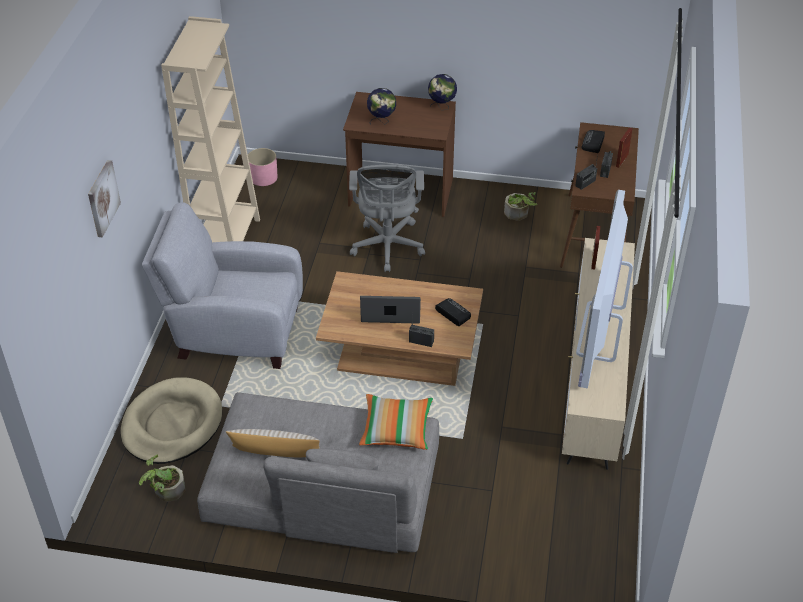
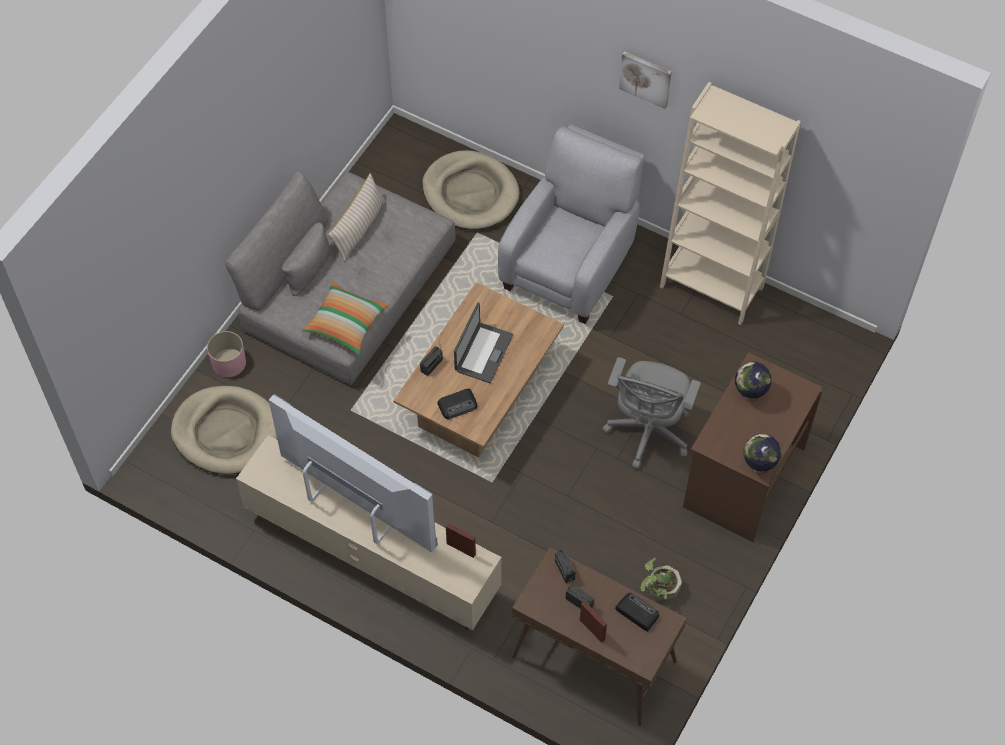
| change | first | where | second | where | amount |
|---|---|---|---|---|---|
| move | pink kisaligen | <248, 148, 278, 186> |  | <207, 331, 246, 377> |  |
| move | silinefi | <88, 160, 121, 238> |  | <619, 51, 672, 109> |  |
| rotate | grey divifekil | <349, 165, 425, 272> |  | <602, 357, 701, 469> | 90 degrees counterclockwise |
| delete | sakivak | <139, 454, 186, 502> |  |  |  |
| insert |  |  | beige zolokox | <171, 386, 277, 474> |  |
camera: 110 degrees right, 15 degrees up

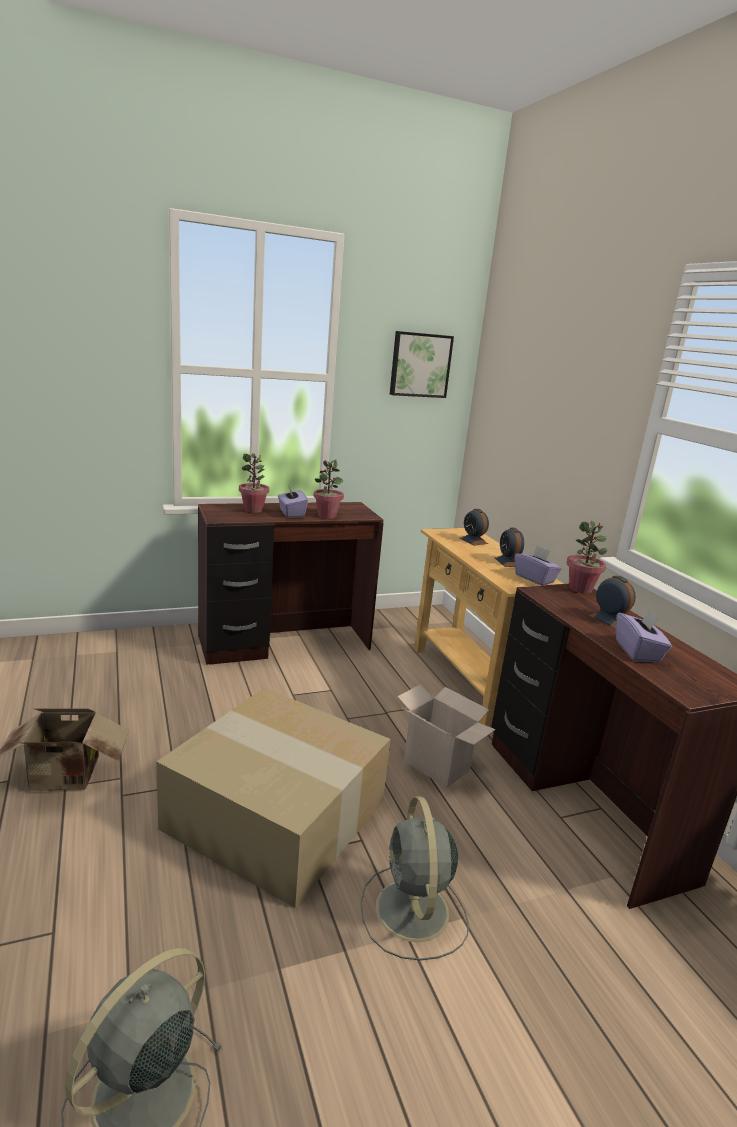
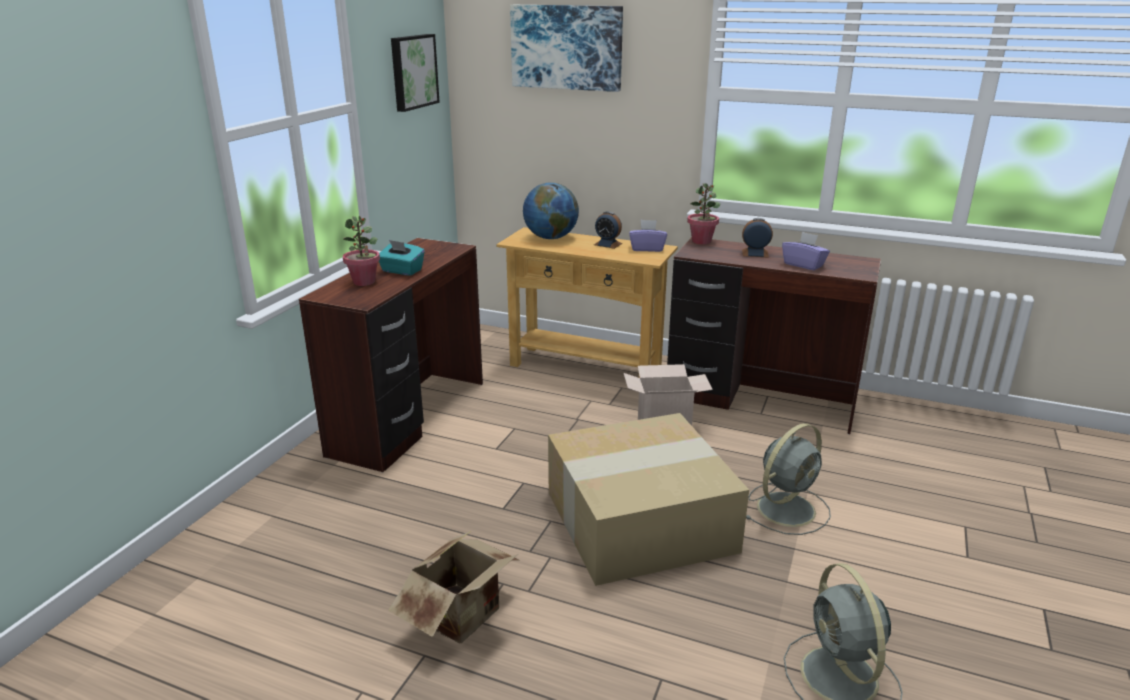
| change | first | where | second | where | amount |
|---|---|---|---|---|---|
| delete | sakivak | <314, 459, 344, 519> |  |  |  |
| recolor | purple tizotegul | <278, 485, 308, 518> | turquoise tizotegul | <379, 240, 425, 276> |  |
| replace | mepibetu | <459, 509, 489, 546> | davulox | <523, 182, 579, 239> |  |
| rotate | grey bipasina | <361, 797, 469, 961> |  | <746, 423, 831, 535> | 75 degrees counterclockwise |
| insert |  |  | silinefi | <510, 5, 623, 92> |  |
camera: 45 degrees left, 5 degrees up

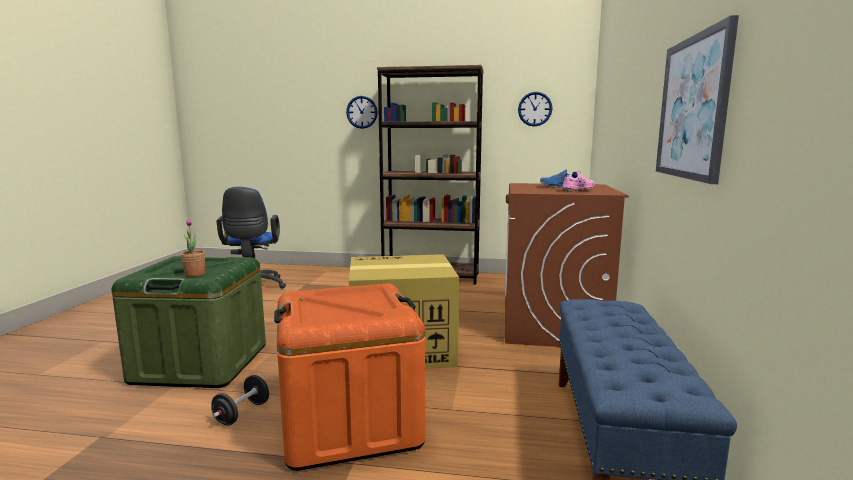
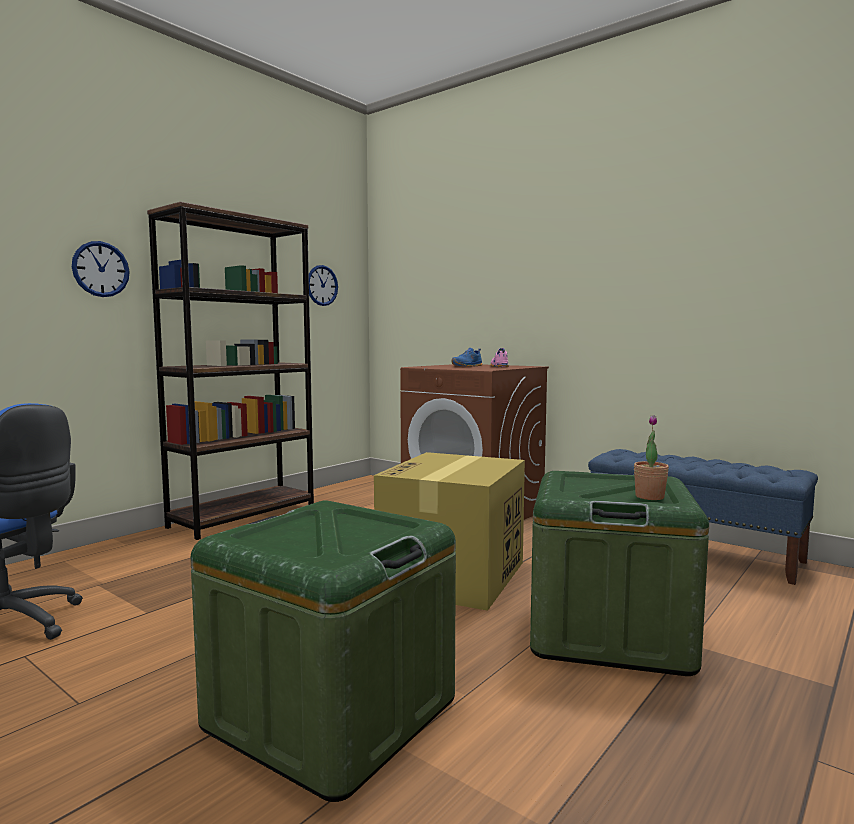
| change | first | where | second | where | amount |
|---|---|---|---|---|---|
| delete | silinefi | <656, 15, 739, 184> |  |  |  |
| move | sakivak | <180, 219, 205, 277> |  | <634, 415, 669, 500> |  |
| recolor | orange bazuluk | <274, 283, 425, 471> | green bazuluk | <530, 471, 709, 676> |  |
| delete | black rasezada | <211, 375, 269, 426> |  |  |  |
camera: 60 degrees left, 5 degrees down

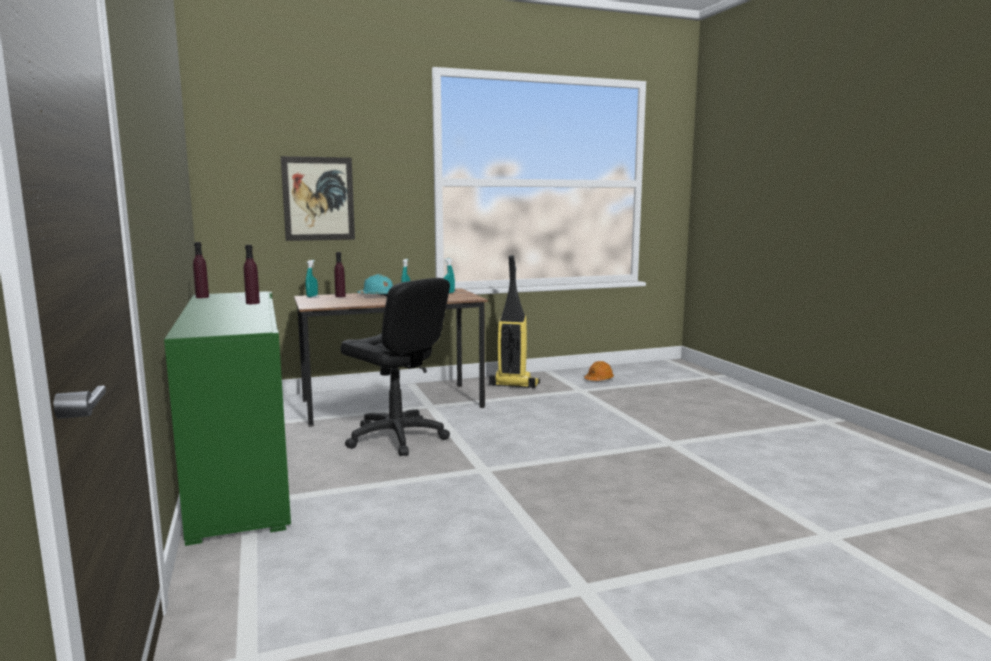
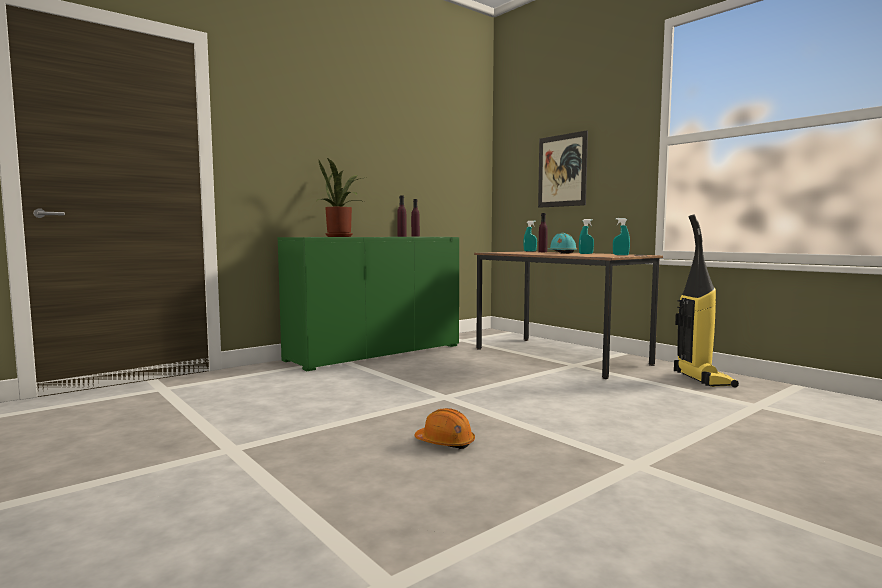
| change | first | where | second | where | amount |
|---|---|---|---|---|---|
| delete | black divifekil | <341, 278, 450, 456> |  |  |  |
| move | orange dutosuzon | <584, 361, 614, 381> |  | <414, 408, 475, 449> |  |
| insert |  |  | sakivak | <317, 159, 364, 237> |  |
camera: 70 degrees right, 5 degrees down

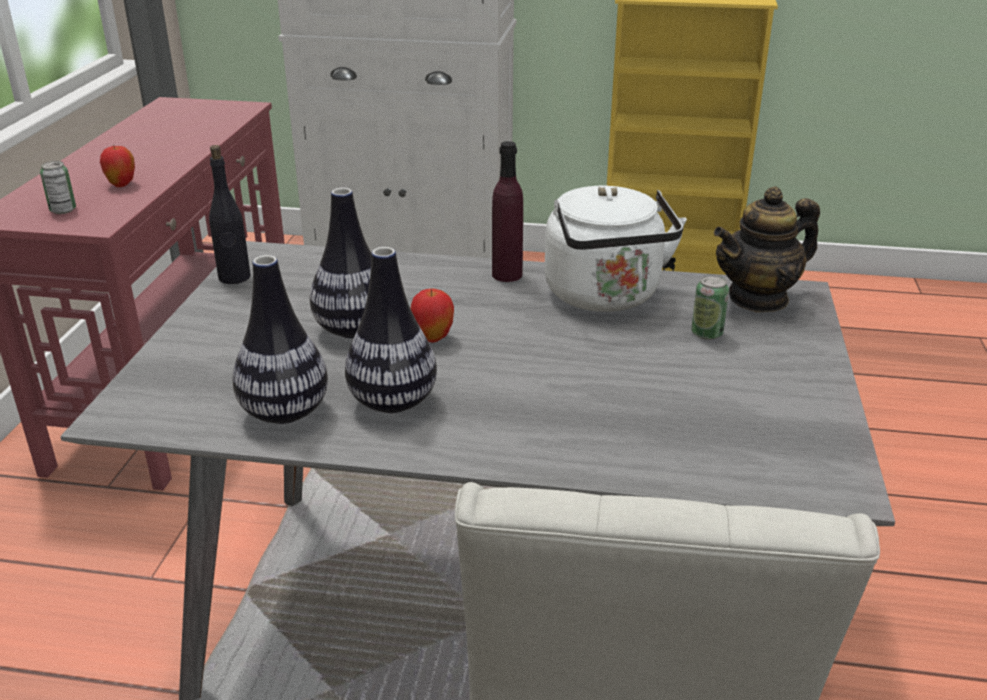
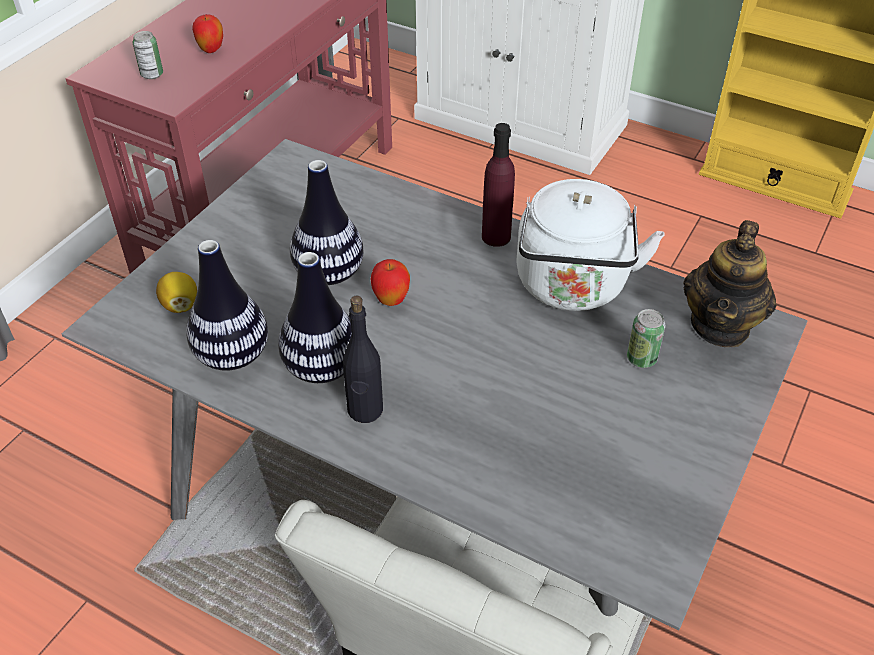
| change | first | where | second | where | amount |
|---|---|---|---|---|---|
| move | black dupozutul | <209, 145, 251, 284> |  | <343, 296, 383, 423> |  |
| rotate | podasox | <714, 186, 820, 312> |  | <683, 220, 777, 347> | 60 degrees counterclockwise |
| insert |  |  | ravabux | <156, 272, 197, 313> |  |
camera: 20 degrees right, 15 degrees up

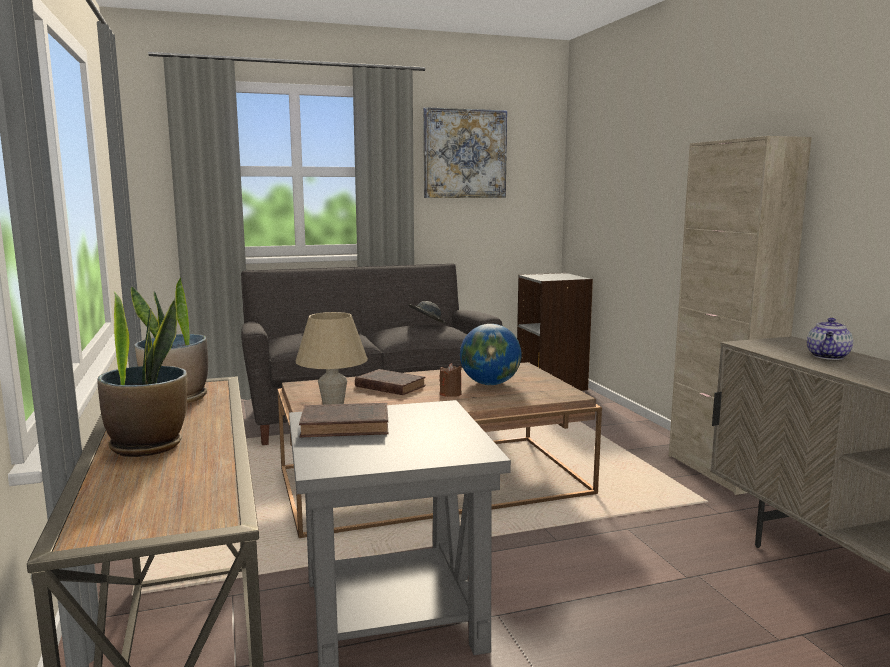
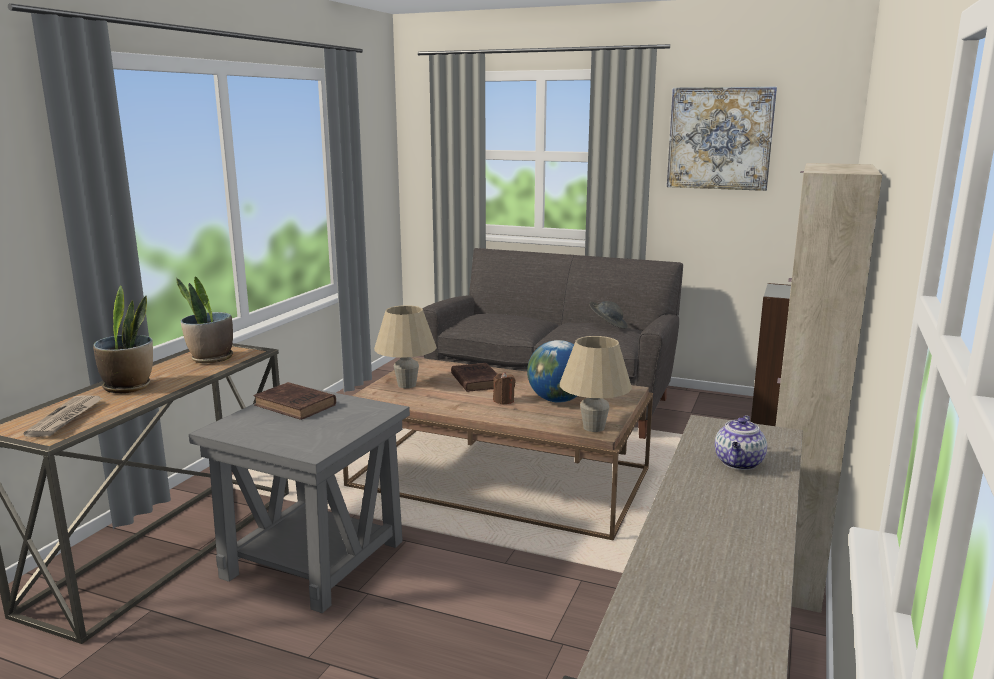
| change | first | where | second | where | amount |
|---|---|---|---|---|---|
| rotate | podasox | <807, 318, 853, 360> |  | <715, 415, 767, 470> | 45 degrees counterclockwise |
| insert |  |  | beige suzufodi | <560, 336, 632, 432> |  |
| insert |  |  | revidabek | <23, 395, 103, 437> |  |
camera: 40 degrees right, 5 degrees up

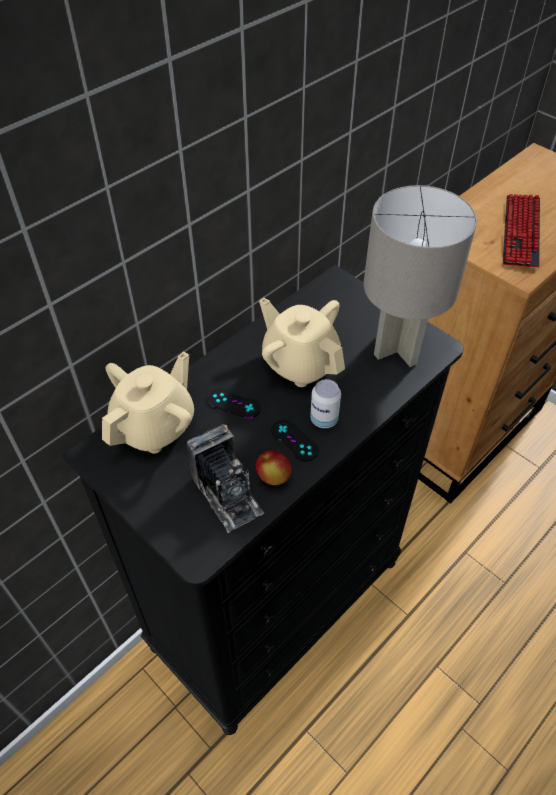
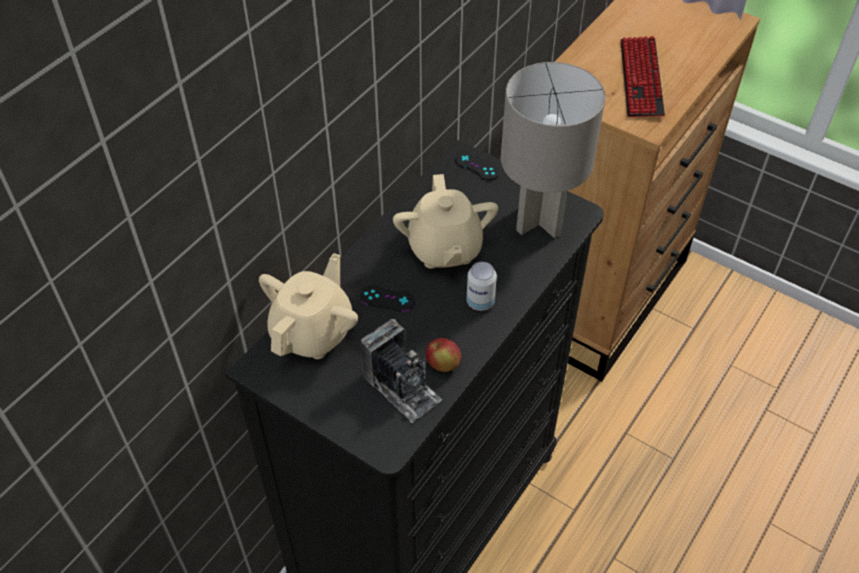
| change | first | where | second | where | amount |
|---|---|---|---|---|---|
| rotate | beige podasox | <259, 298, 345, 387> |  | <393, 174, 498, 269> | 135 degrees counterclockwise |
| move | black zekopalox | <271, 420, 319, 462> |  | <455, 151, 500, 180> |  |
camera: 10 degrees left, 0 degrees up

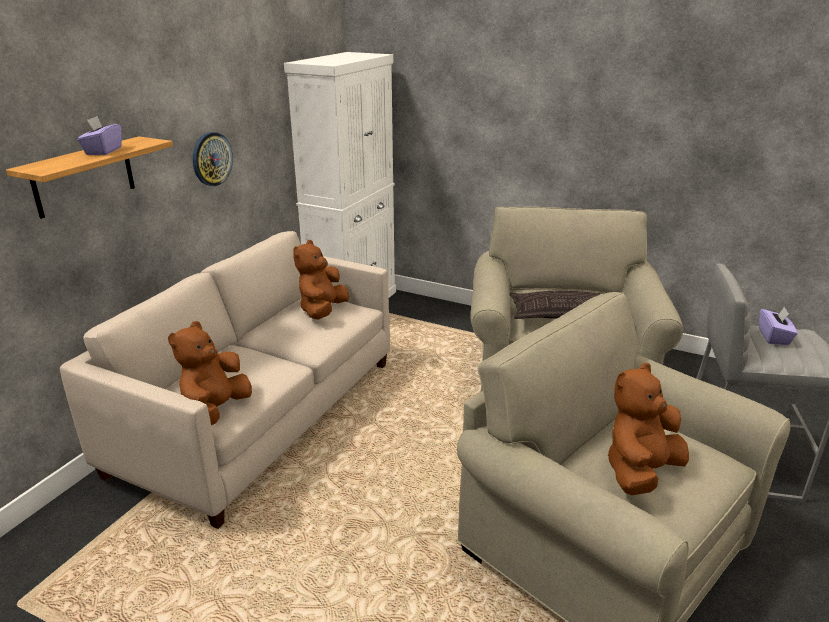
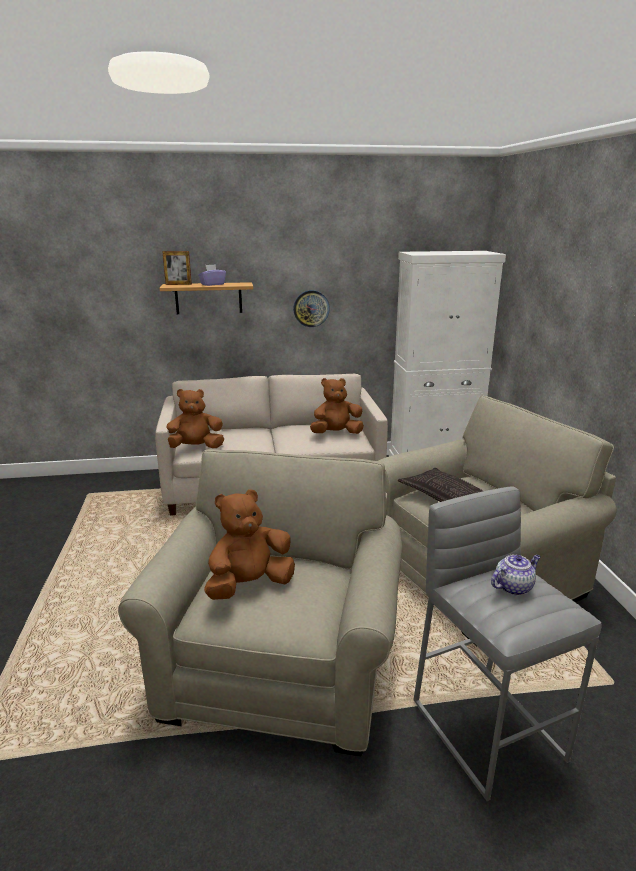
| change | first | where | second | where | amount |
|---|---|---|---|---|---|
| replace | purple tizotegul | <759, 306, 798, 345> | podasox | <491, 554, 541, 595> |  |
| rotate | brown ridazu | <608, 363, 689, 495> |  | <204, 489, 295, 600> | 45 degrees counterclockwise |
| insert |  |  | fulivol | <162, 251, 192, 285> |  |
camera: 55 degrees right, 5 degrees down

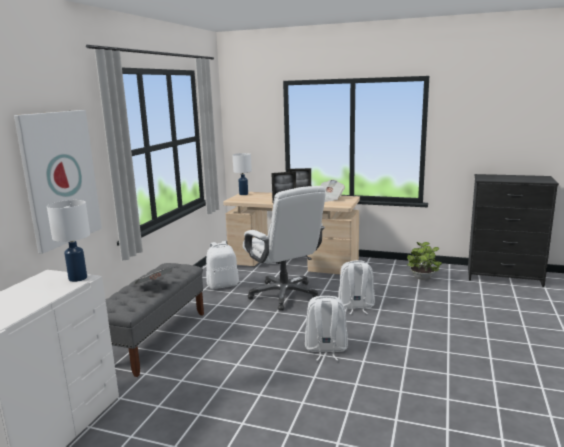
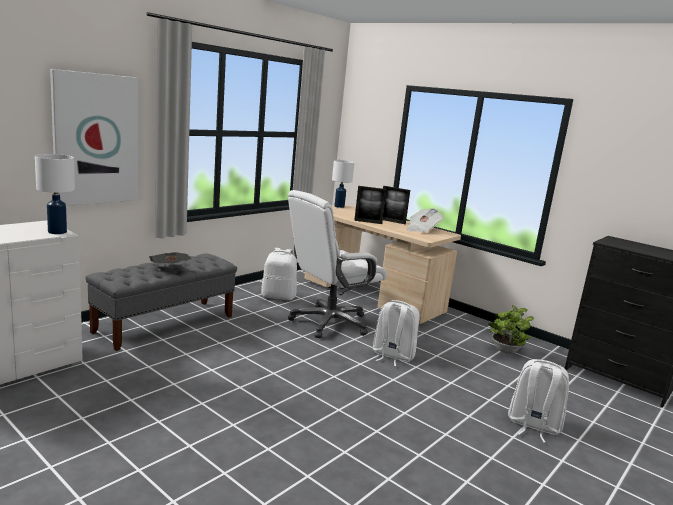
| change | first | where | second | where | amount |
|---|---|---|---|---|---|
| rotate | white divifekil | <243, 186, 326, 310> |  | <288, 190, 387, 338> | 60 degrees clockwise |
| move | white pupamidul | <305, 296, 348, 361> |  | <508, 359, 569, 443> |  |
camera: 20 degrees right, 0 degrees up

